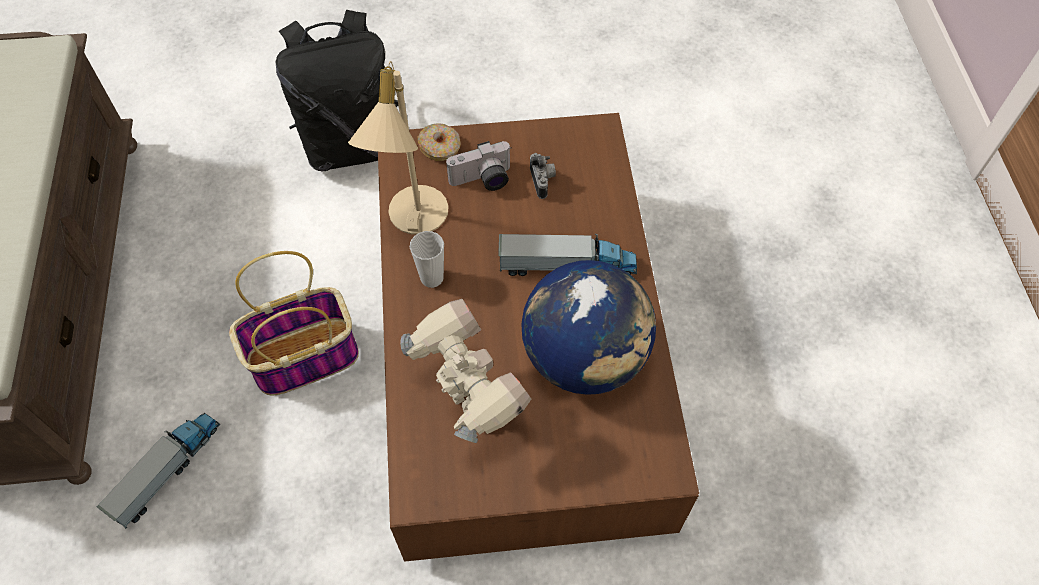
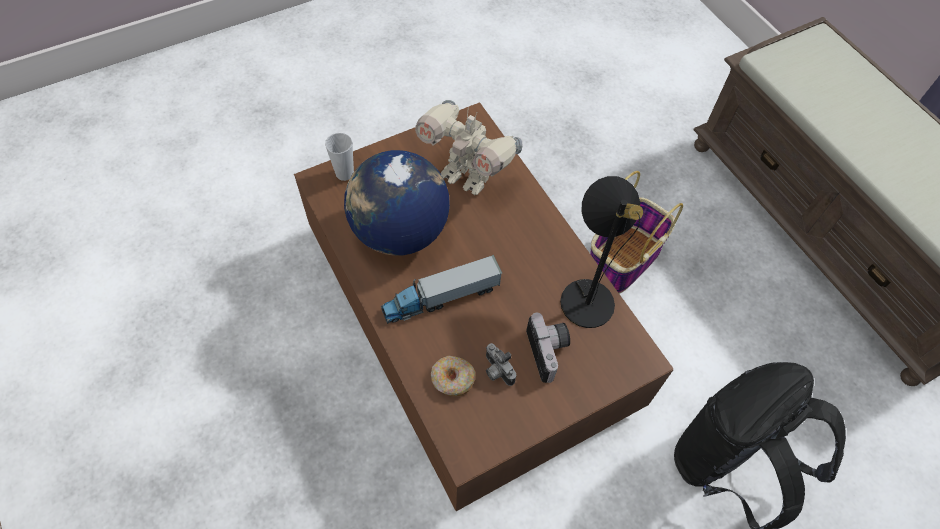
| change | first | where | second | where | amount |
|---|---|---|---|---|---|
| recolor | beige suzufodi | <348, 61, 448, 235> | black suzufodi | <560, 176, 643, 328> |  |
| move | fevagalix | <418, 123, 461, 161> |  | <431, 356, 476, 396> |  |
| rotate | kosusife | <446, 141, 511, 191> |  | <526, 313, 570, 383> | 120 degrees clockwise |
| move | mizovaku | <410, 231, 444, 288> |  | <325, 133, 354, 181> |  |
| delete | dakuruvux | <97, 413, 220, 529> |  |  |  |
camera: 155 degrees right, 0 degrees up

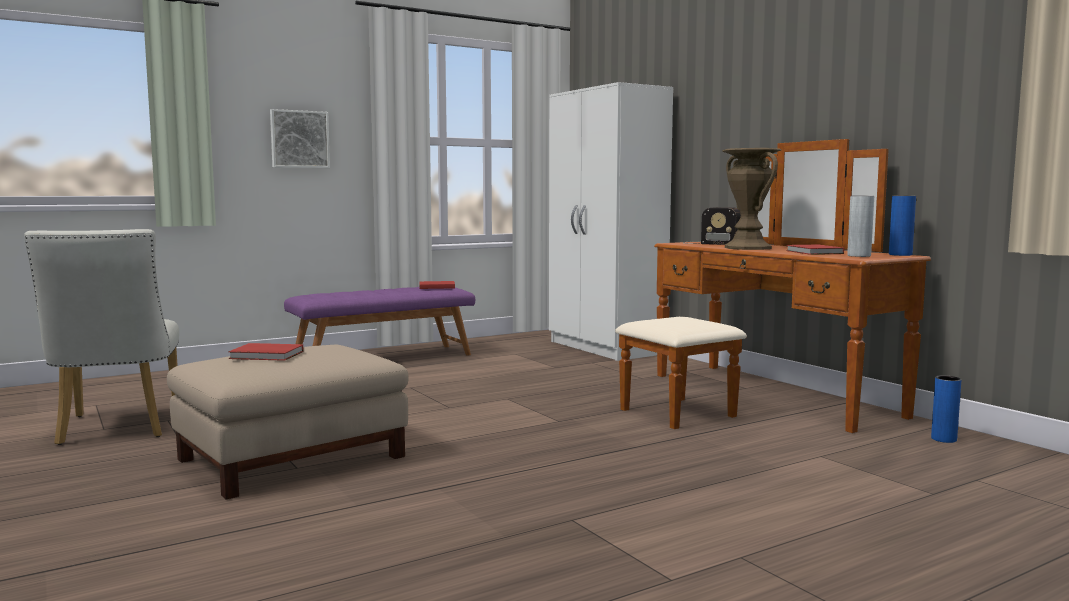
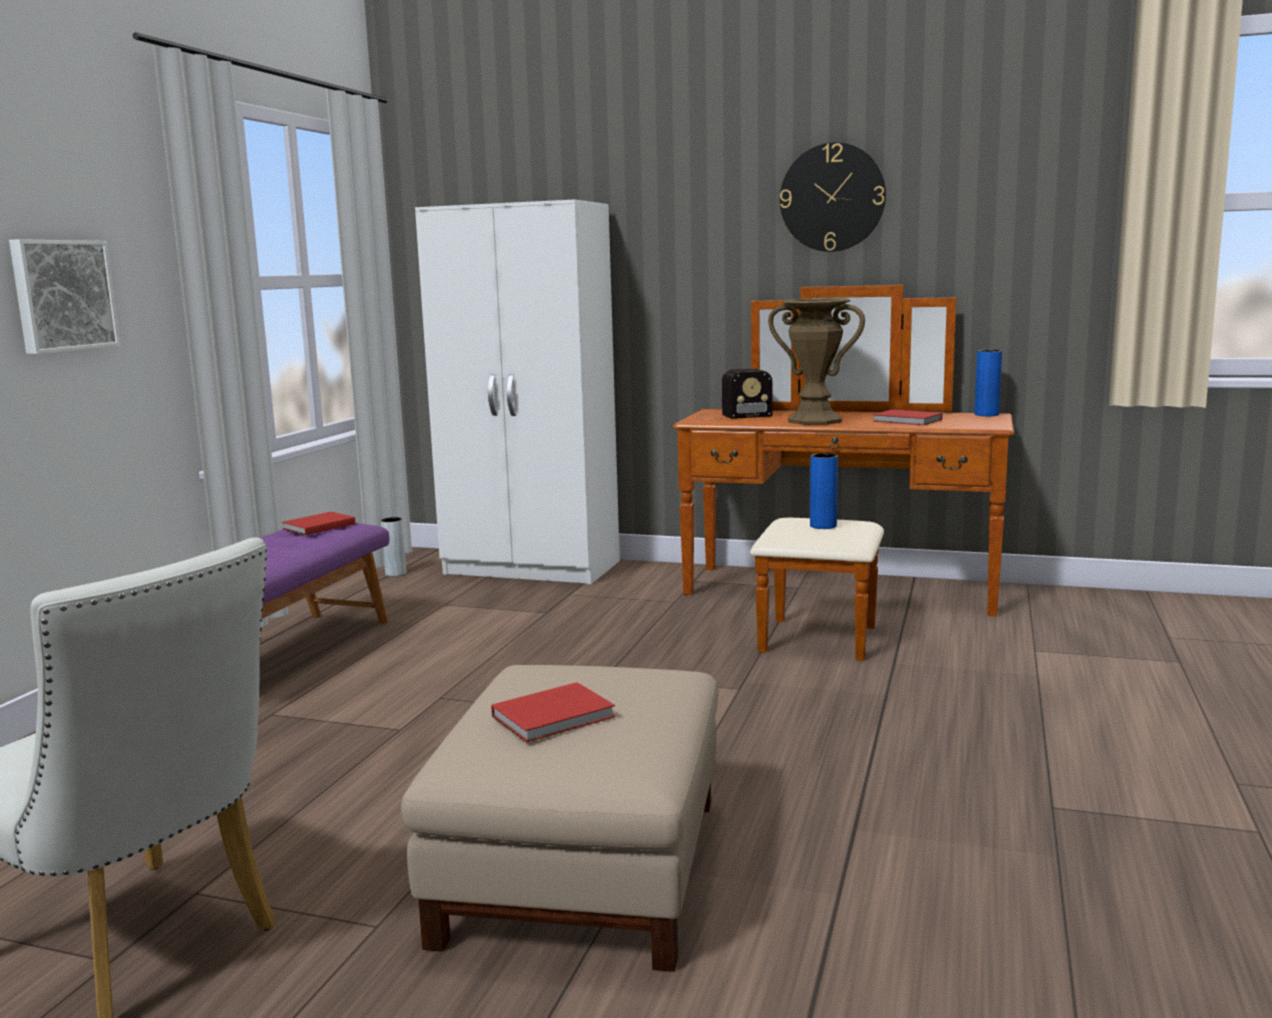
| change | first | where | second | where | amount |
|---|---|---|---|---|---|
| move | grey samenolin | <847, 196, 874, 257> |  | <381, 517, 406, 577> |  |
| move | blue samenolin | <931, 375, 961, 443> |  | <810, 453, 838, 529> |  |
| insert |  |  | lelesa | <780, 142, 886, 252> |  |
camera: 40 degrees left, 5 degrees up

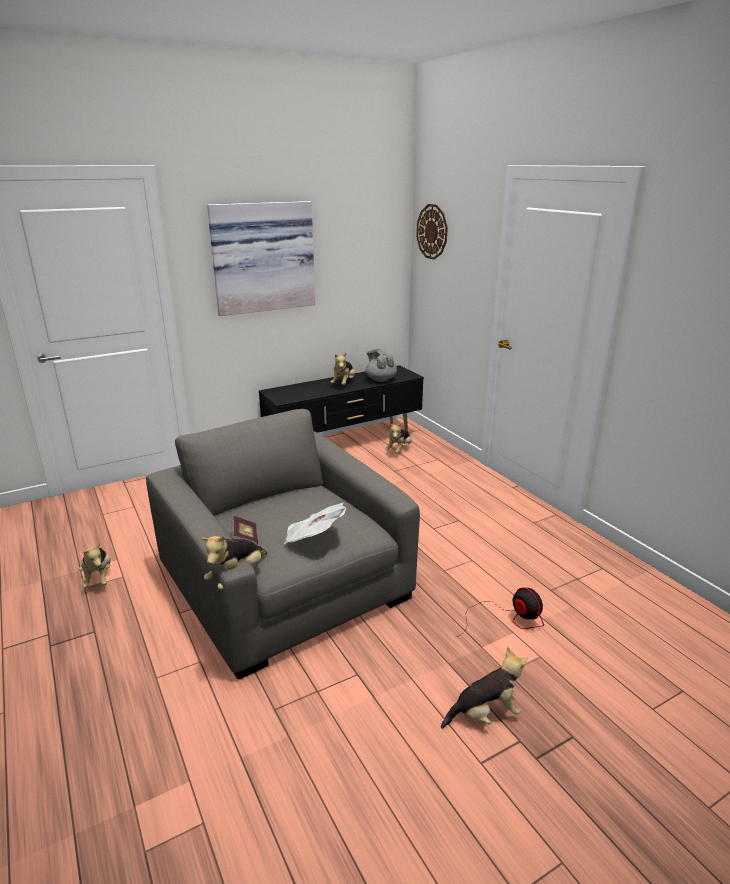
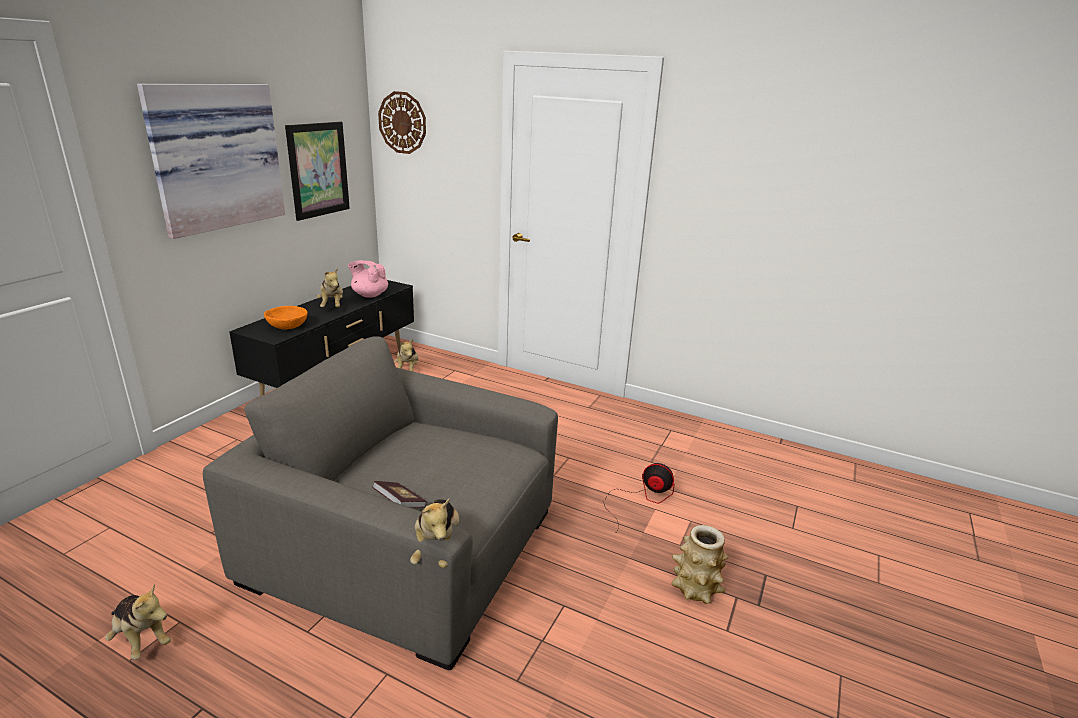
| change | first | where | second | where | amount |
|---|---|---|---|---|---|
| recolor | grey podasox | <366, 349, 397, 382> | pink podasox | <348, 260, 388, 298> |  |
| delete | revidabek | <284, 503, 346, 544> |  |  |  |
| replace | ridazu | <441, 647, 528, 729> | samenolin | <671, 525, 729, 604> |  |
| insert |  |  | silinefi | <285, 122, 350, 221> |  |
| insert |  |  | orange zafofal | <264, 306, 308, 329> |  |
camera: 35 degrees left, 0 degrees up

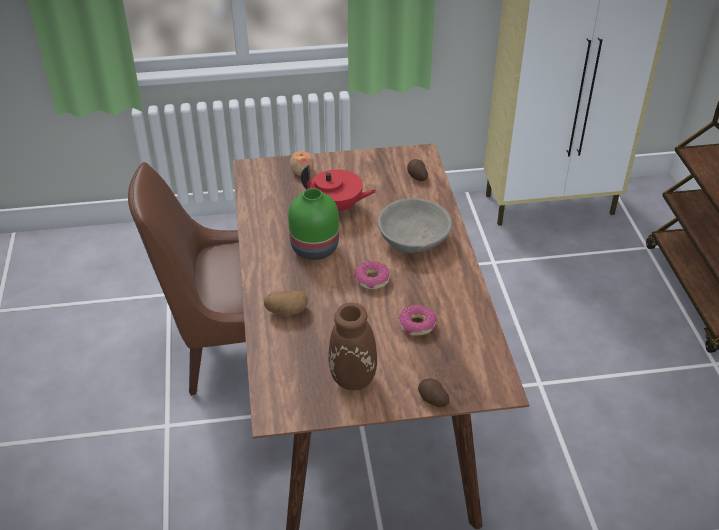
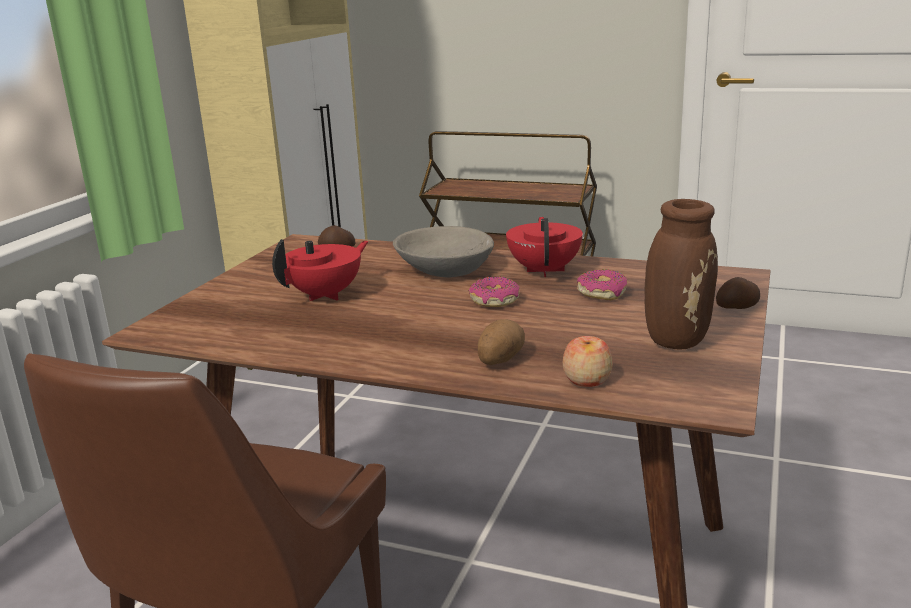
| change | first | where | second | where | amount |
|---|---|---|---|---|---|
| move | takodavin | <290, 151, 314, 176> |  | <563, 336, 613, 387> |  |
| delete | green samenolin | <288, 188, 339, 260> |  |  |  |
| insert |  |  | red podasox | <506, 217, 583, 277> |  |
camera: 60 degrees left, 20 degrees down

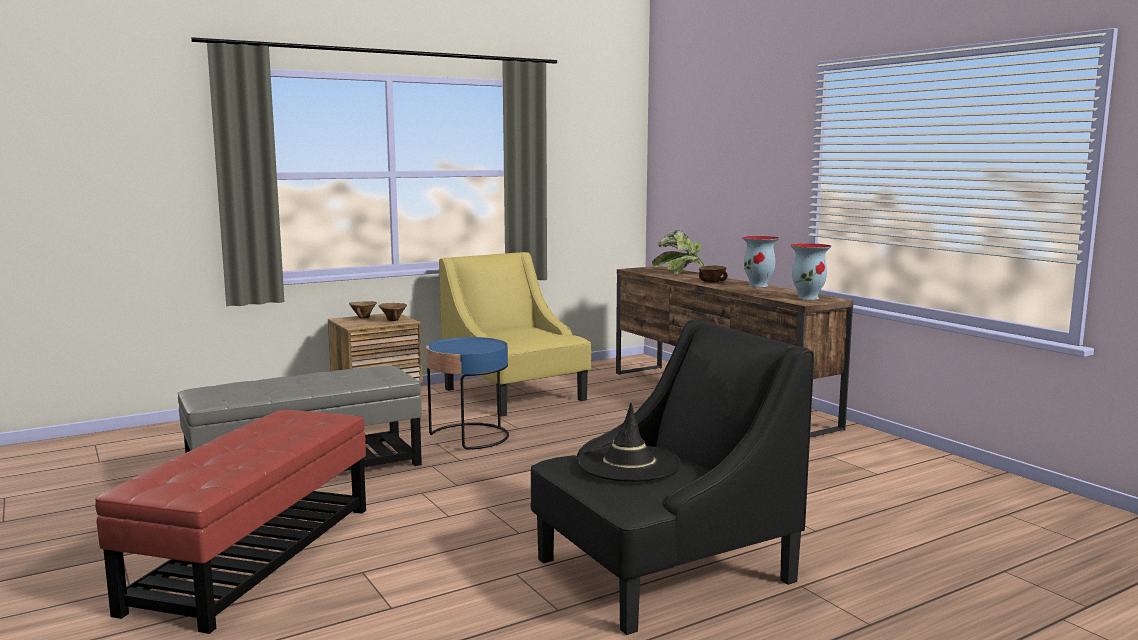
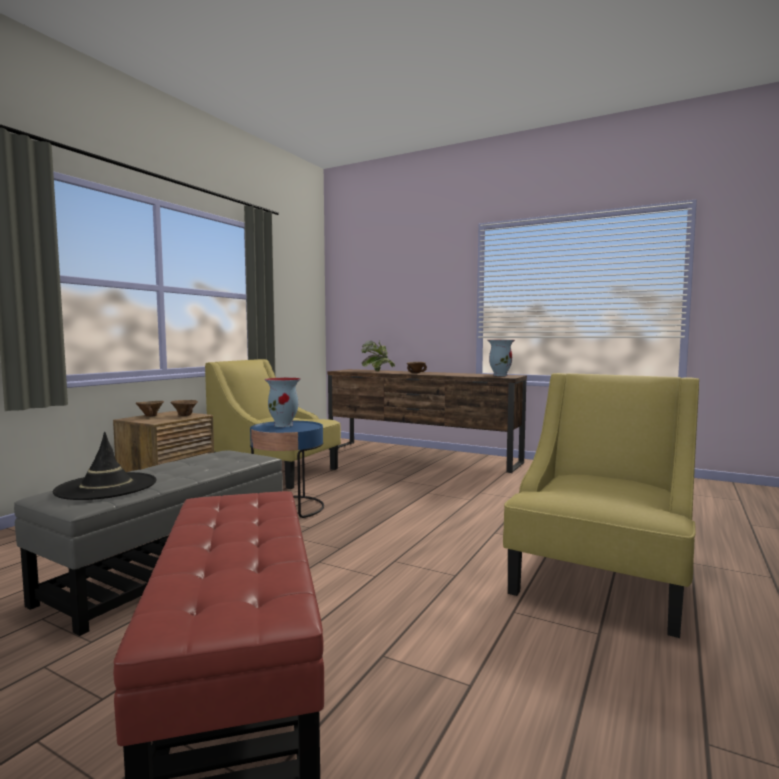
| change | first | where | second | where | amount |
|---|---|---|---|---|---|
| move | samenolin | <742, 236, 779, 287> |  | <264, 378, 301, 427> |  |
| recolor | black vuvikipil | <530, 319, 814, 635> | yellow vuvikipil | <503, 373, 699, 638> |  |
| move | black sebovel | <578, 403, 681, 482> |  | <52, 432, 156, 500> |  |
camera: 30 degrees left, 5 degrees down

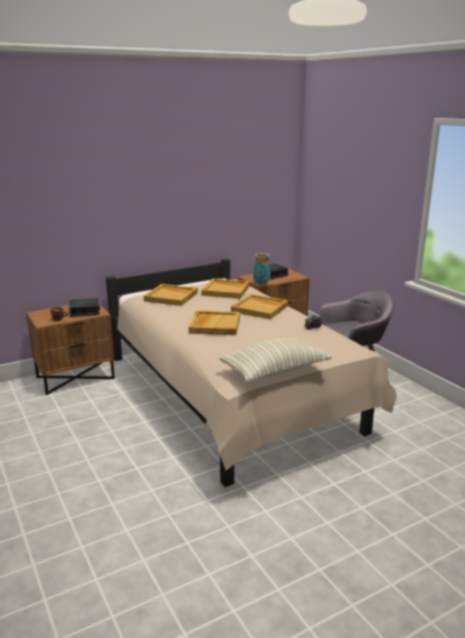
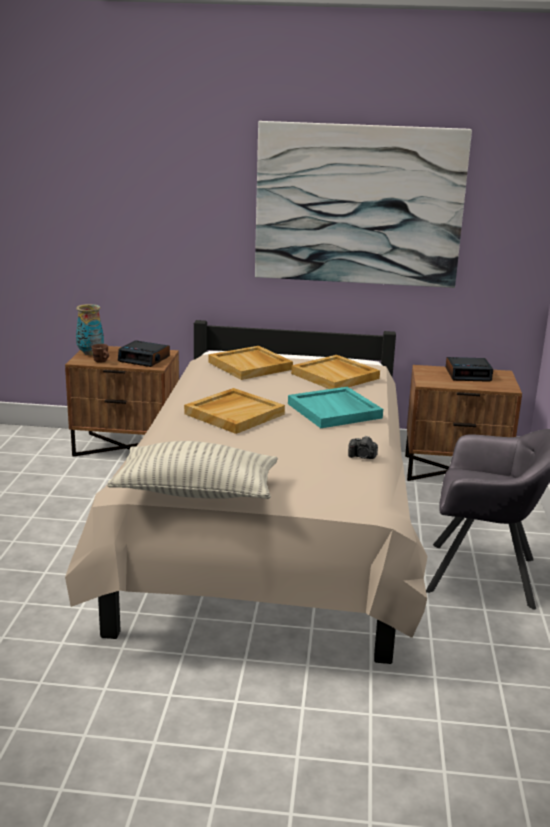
| change | first | where | second | where | amount |
|---|---|---|---|---|---|
| move | samenolin | <253, 253, 271, 286> |  | <76, 304, 104, 355> |  |
| recolor | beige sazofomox | <231, 294, 288, 320> | turquoise sazofomox | <288, 387, 383, 428> |  |
| insert |  |  | silinefi | <255, 121, 472, 288> |  |
camera: 35 degrees right, 0 degrees up

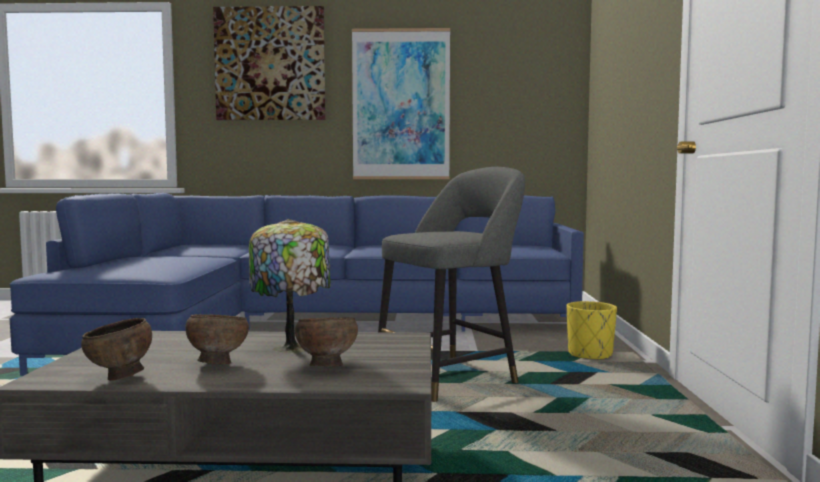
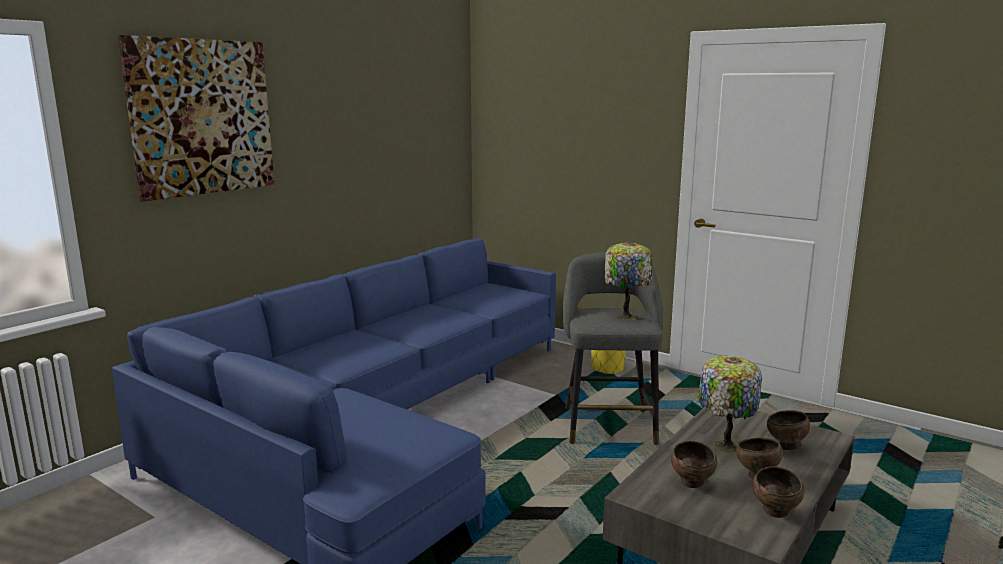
| change | first | where | second | where | amount |
|---|---|---|---|---|---|
| delete | silinefi | <352, 28, 450, 179> |  |  |  |
| insert |  |  | suzufodi | <604, 242, 652, 320> |  |
| insert |  |  | brown zafofal | <671, 441, 717, 488> |  |
camera: 55 degrees left, 10 degrees up

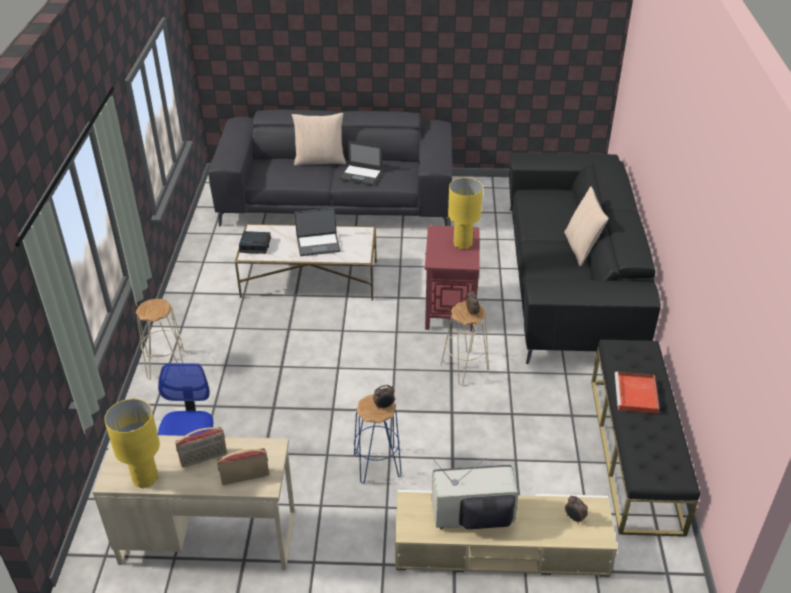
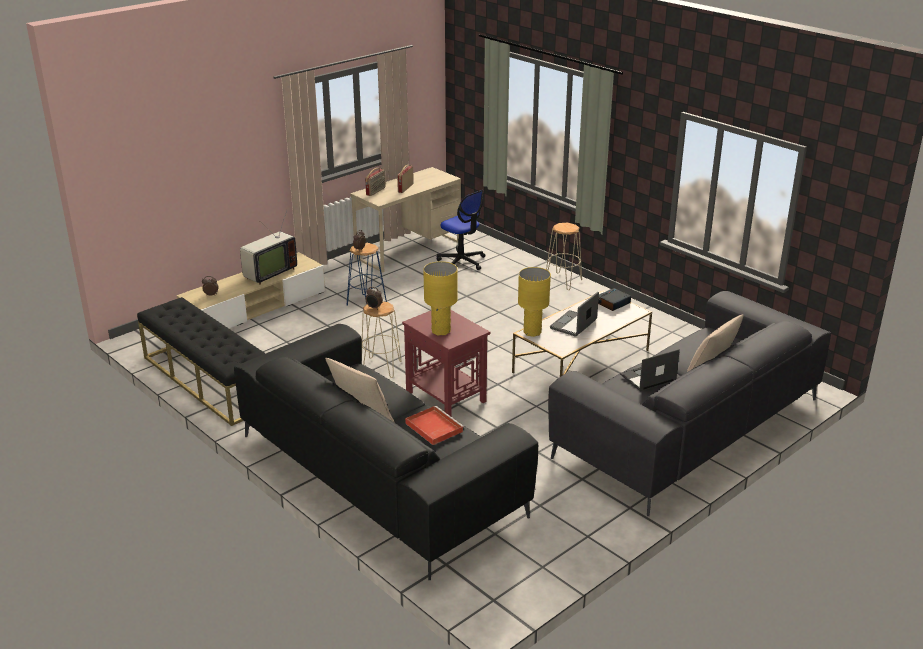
| change | first | where | second | where | amount |
|---|---|---|---|---|---|
| move | red sazofomox | <615, 372, 659, 414> |  | <405, 406, 464, 445> |  |
| move | yellow suzufodi | <104, 399, 160, 488> |  | <518, 267, 551, 337> |  |
camera: 135 degrees right, 10 degrees down

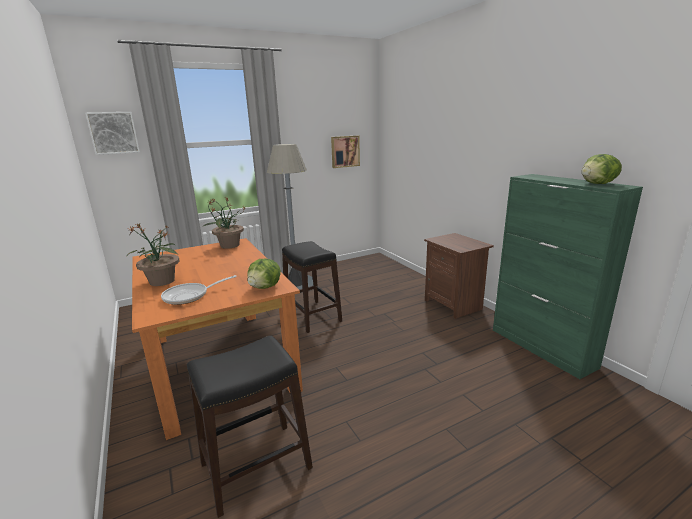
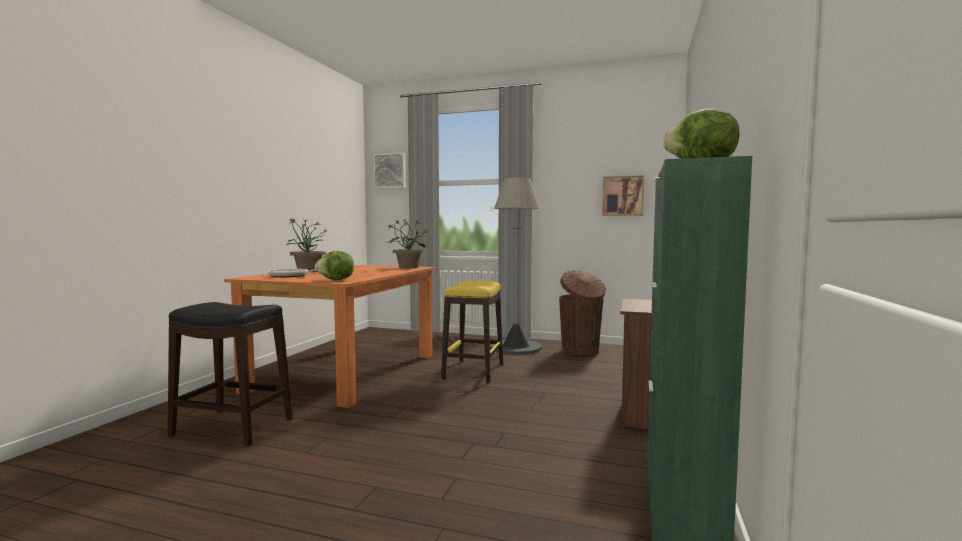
| change | first | where | second | where | amount |
|---|---|---|---|---|---|
| recolor | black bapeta | <282, 241, 342, 333> | yellow bapeta | <441, 281, 503, 383> |  |
| insert |  |  | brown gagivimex | <559, 270, 606, 355> |  |
camera: 45 degrees right, 15 degrees down

